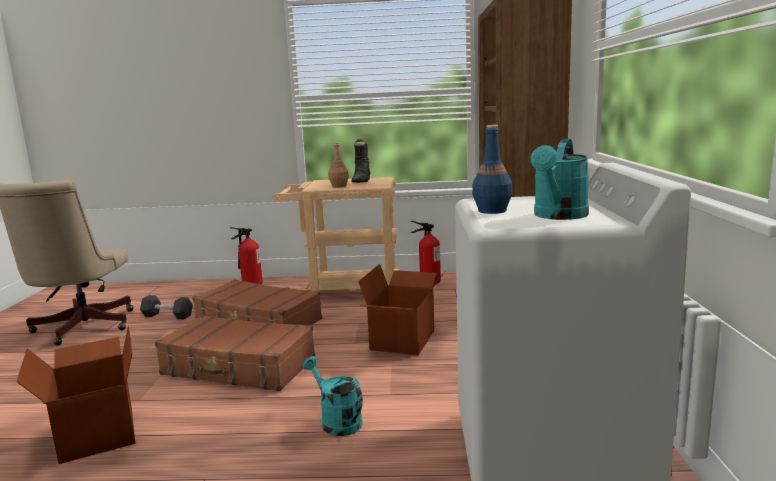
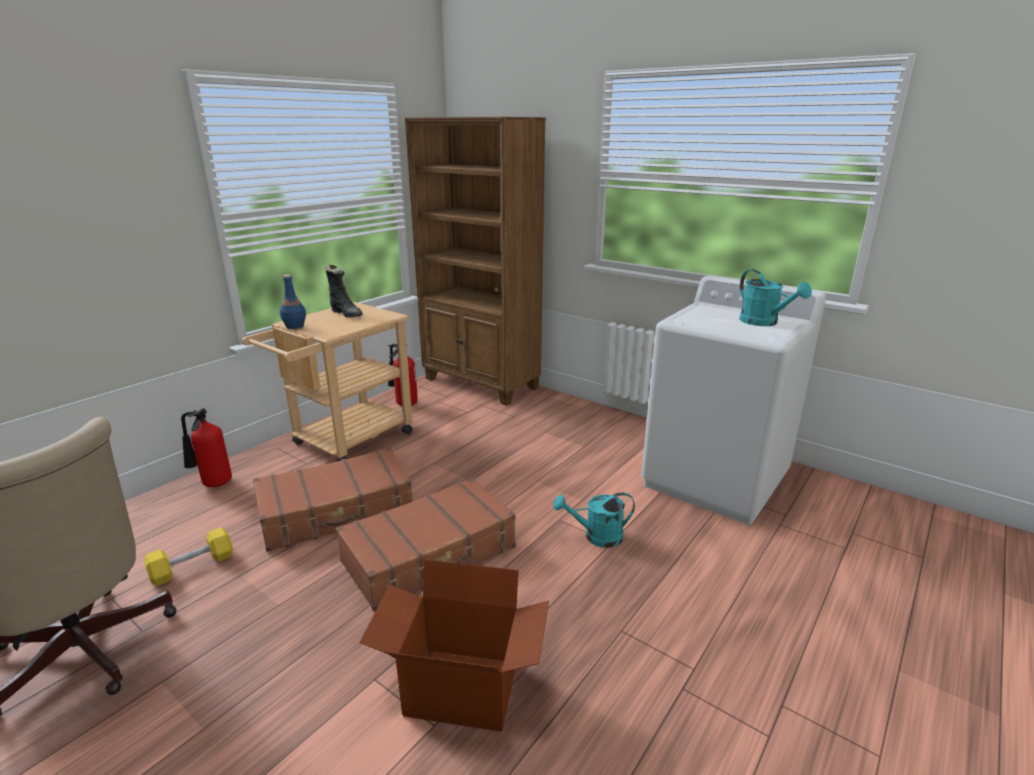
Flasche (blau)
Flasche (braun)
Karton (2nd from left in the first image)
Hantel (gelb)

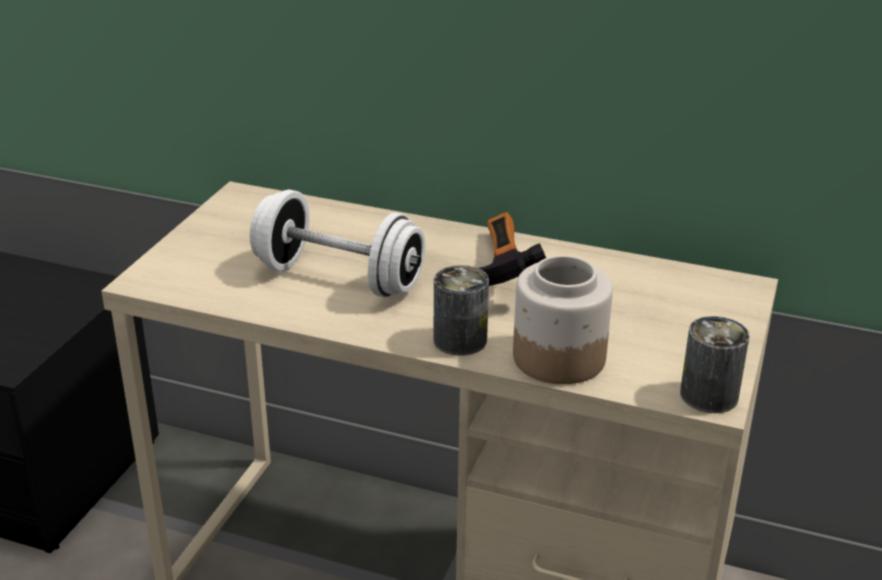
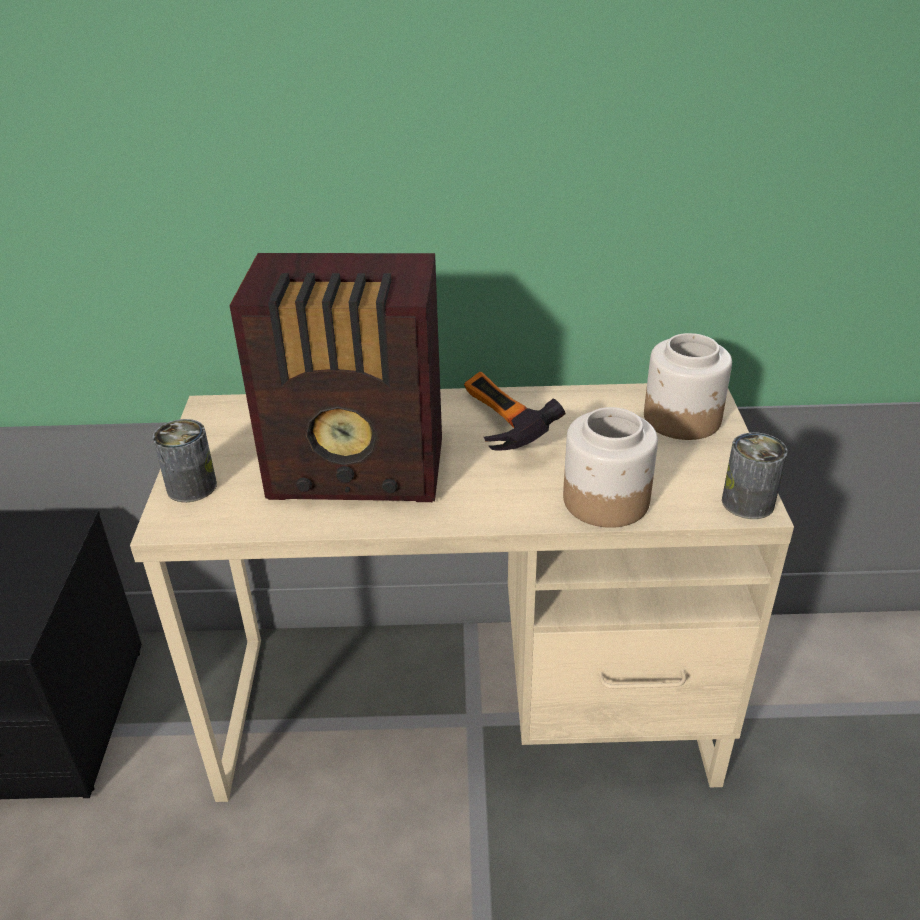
Radio
Dose (1st from left)
Vorratsglas (2nd from left)

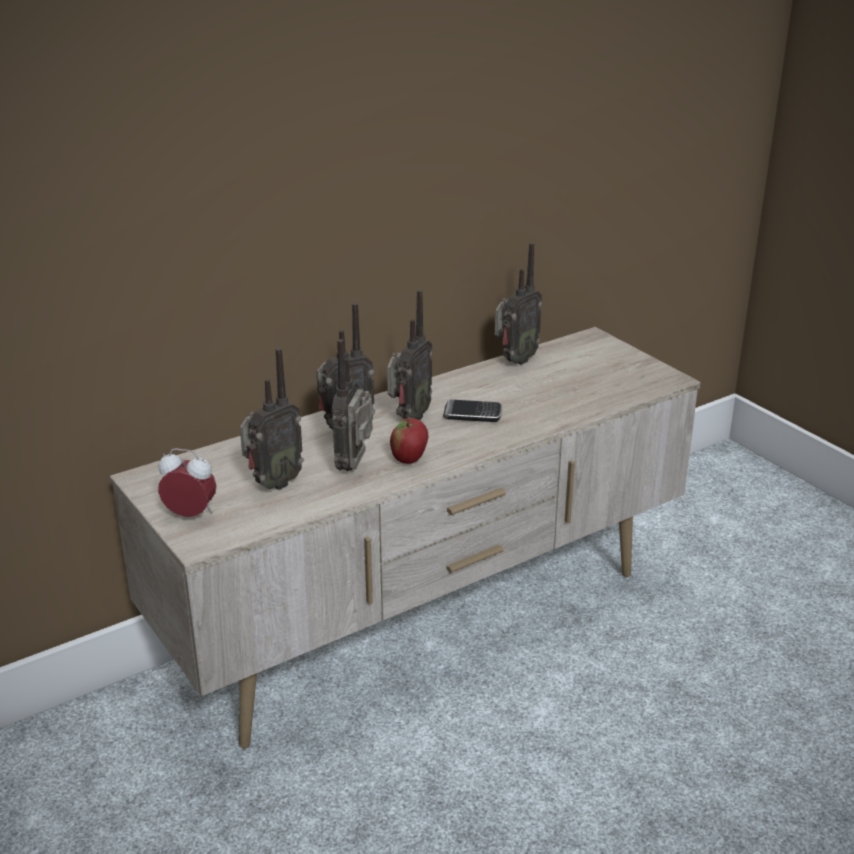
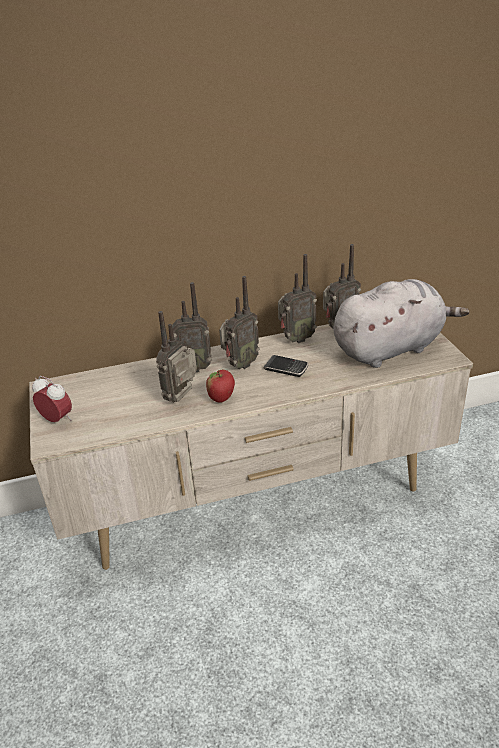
Radio (4th from left)
Plüschtier (grau)

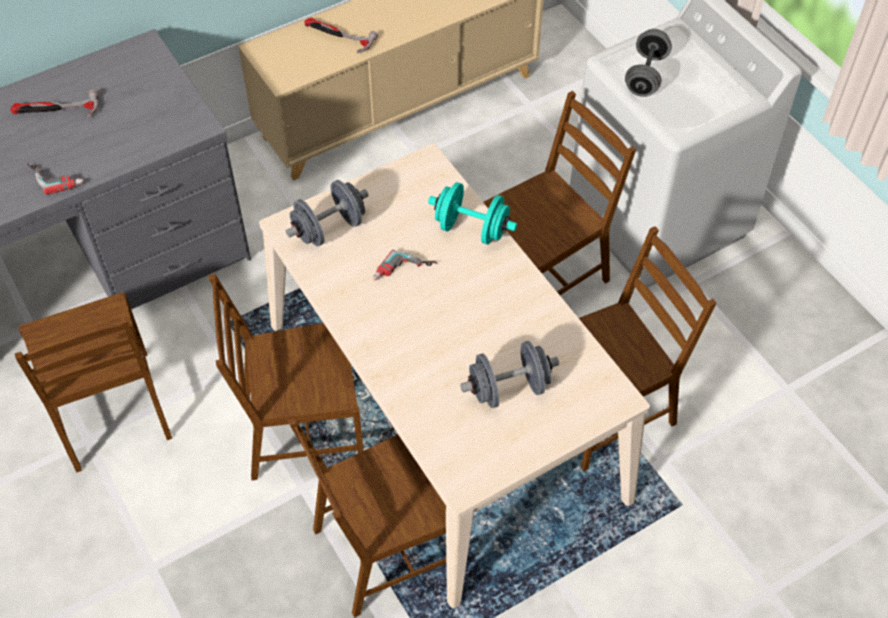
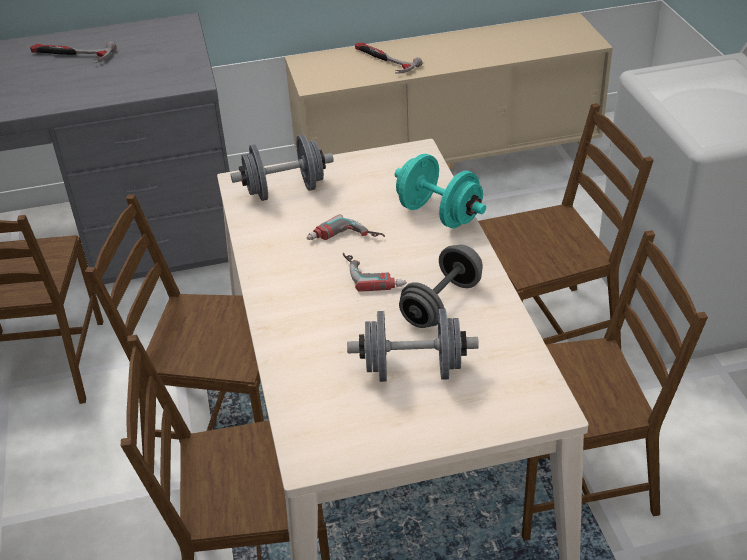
Hantel (grau) (3rd from left)
Bohrmaschine (2nd from left)

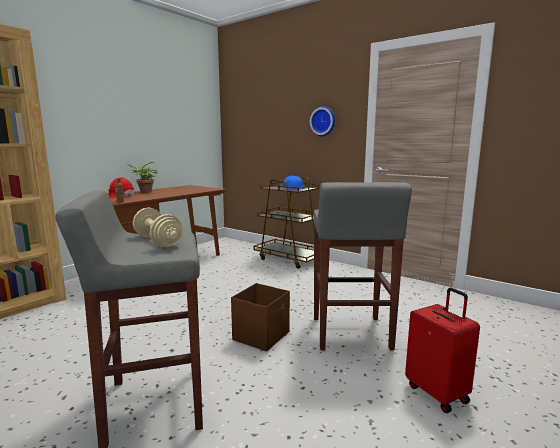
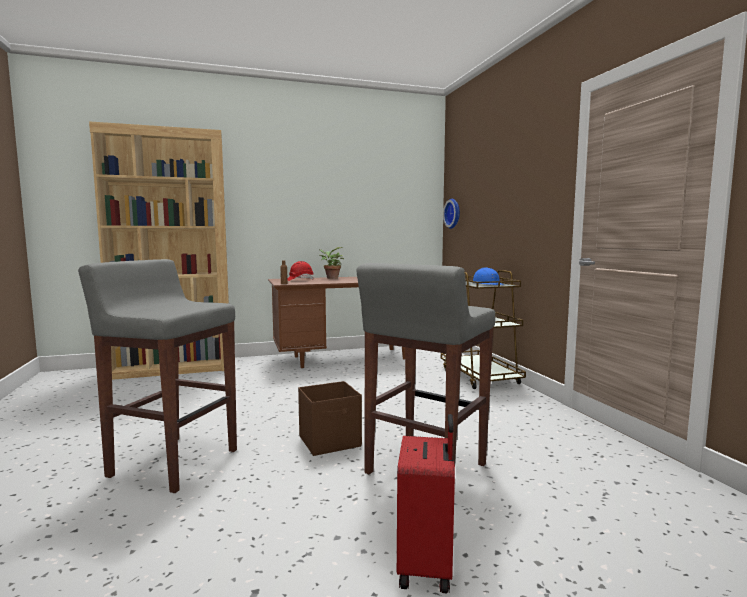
Wanduhr
Hantel (beige)

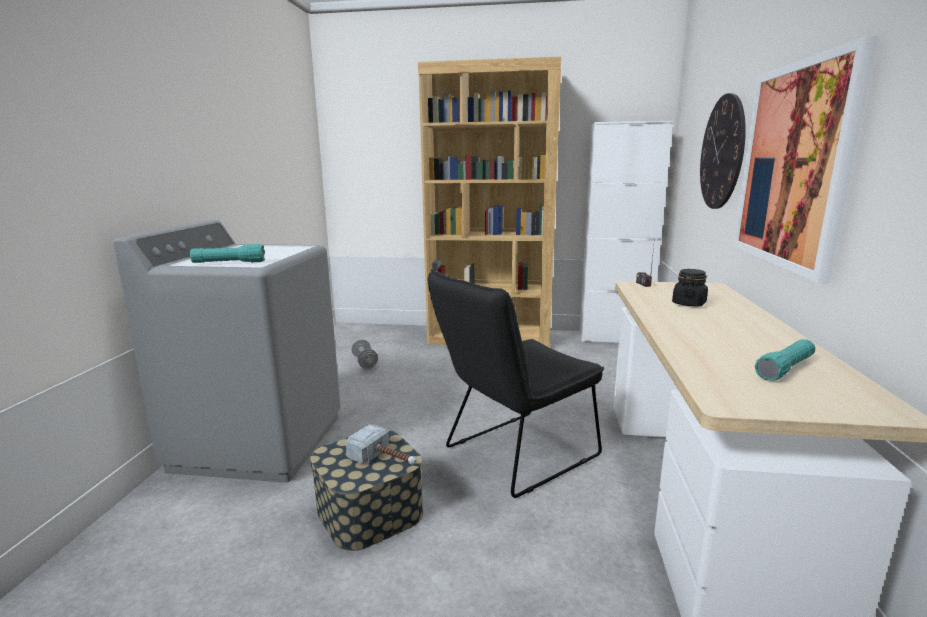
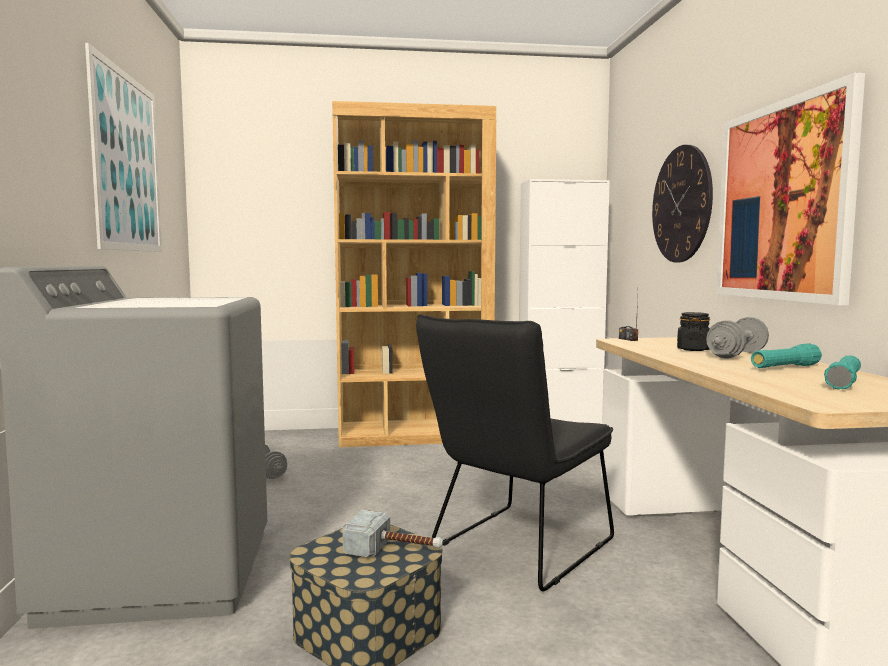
Taschenlampe (türkis) (1st from left)
Bild (1st from left)
Hantel (grau) (2nd from left)

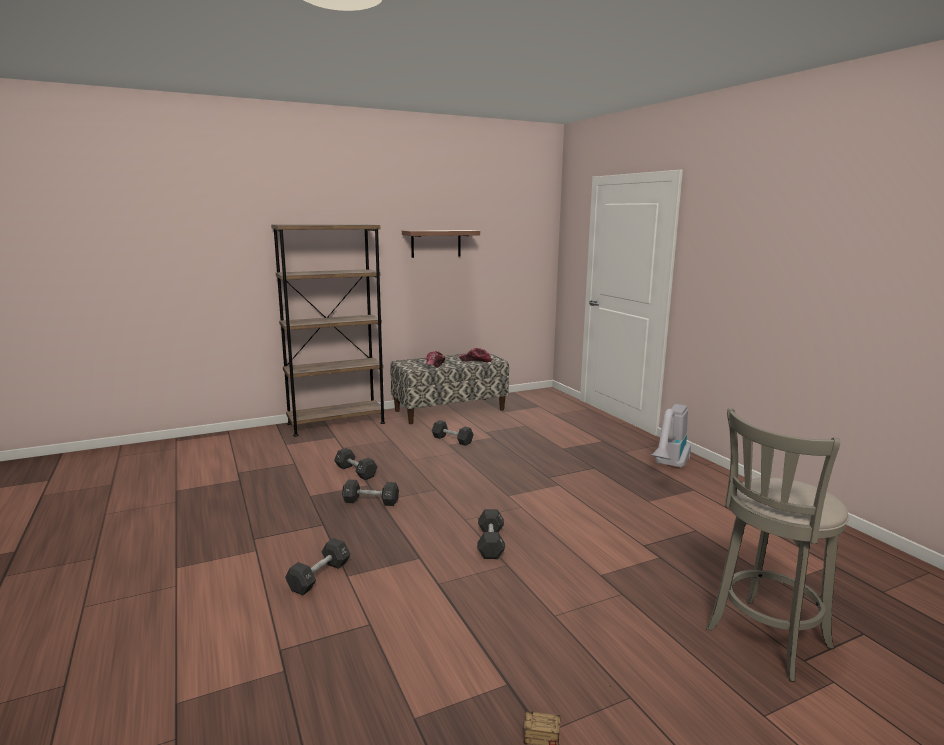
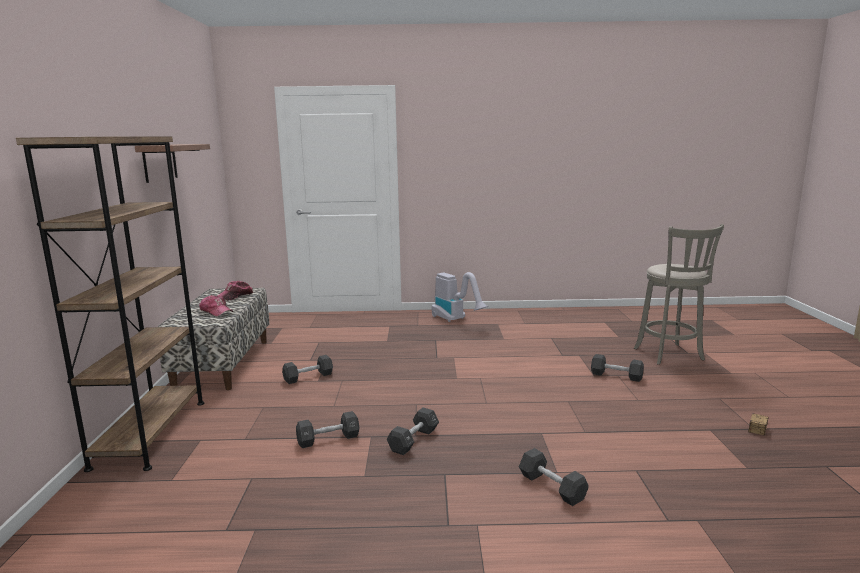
Hantel (schwarz) (5th from left)

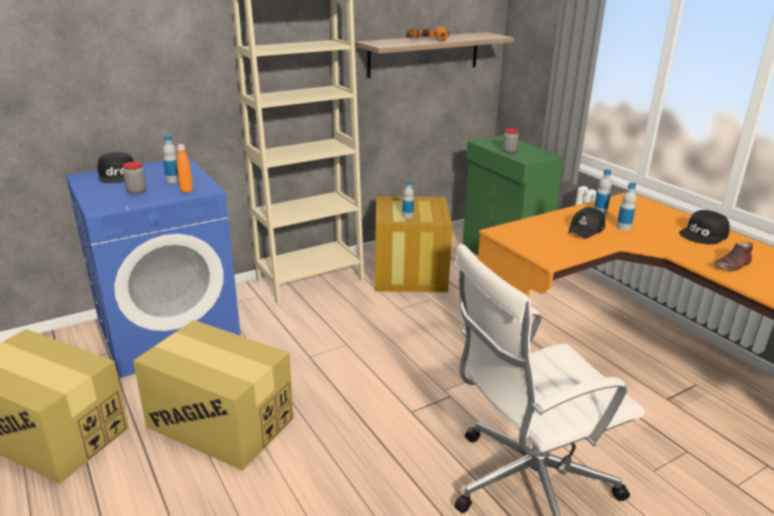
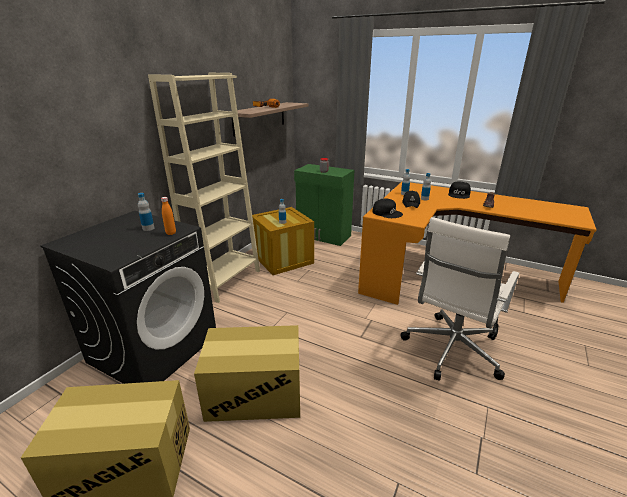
Kappe (schwarz) (1st from left)
Waschmaschine (schwarz)
Vorratsglas (1st from left in the first image)

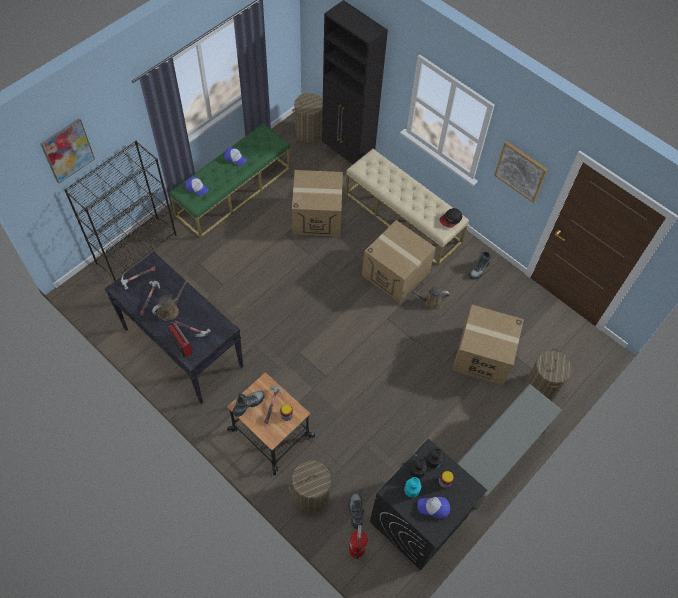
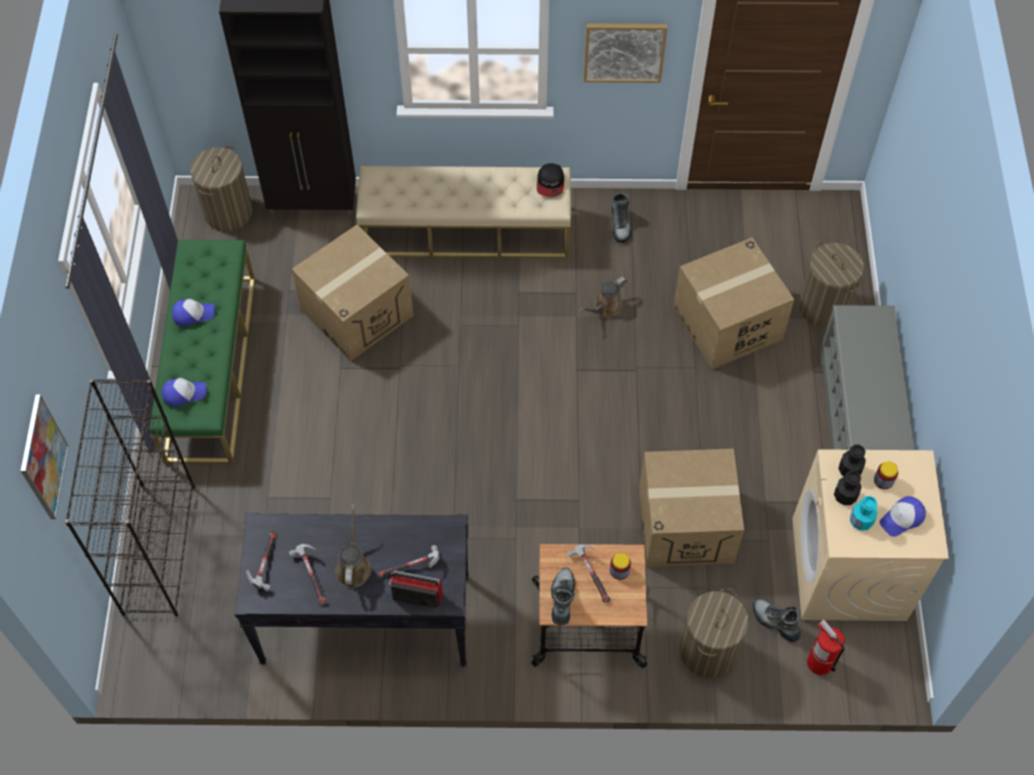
Karton (2nd from left)
Waschmaschine (beige)

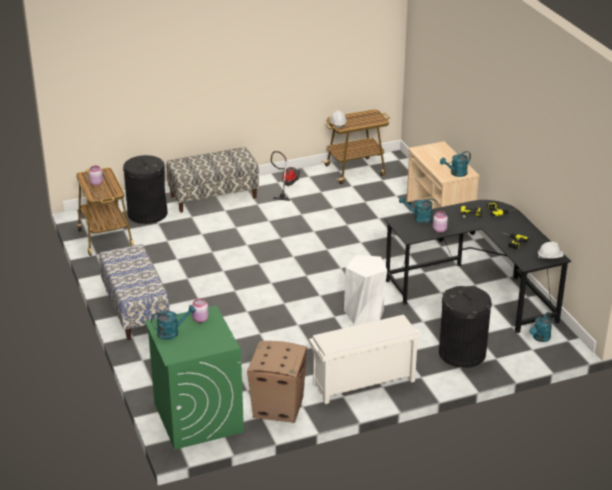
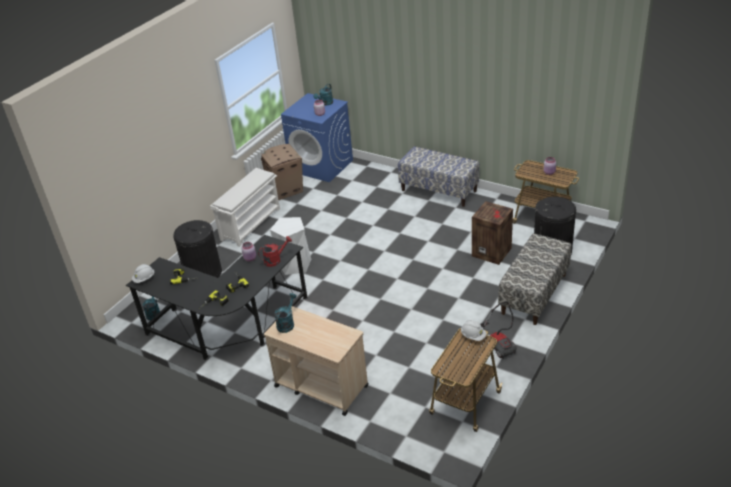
Gießkanne (rot)
Waschmaschine (blau)
Kiste

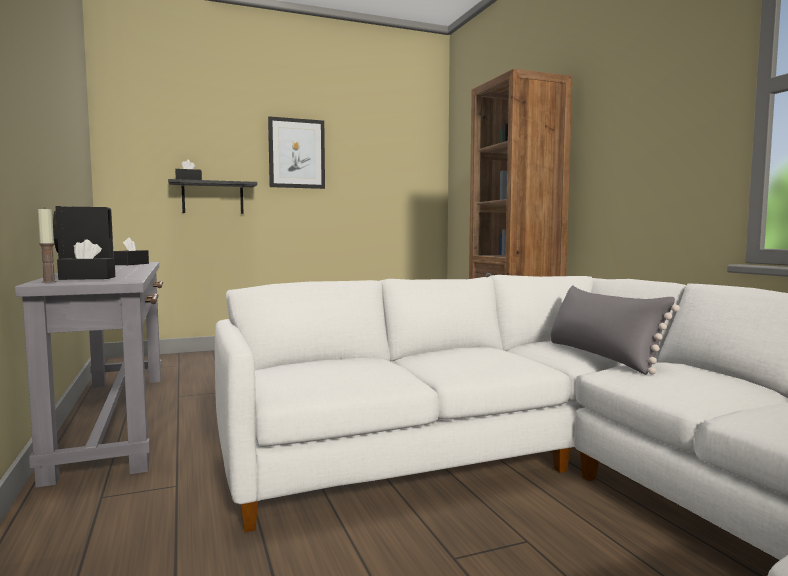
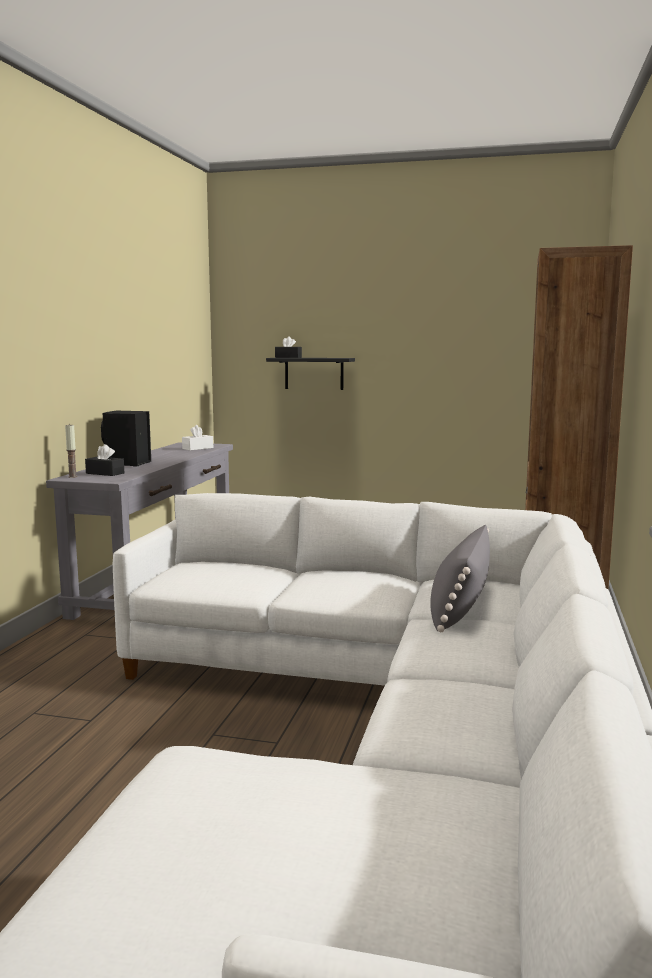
Bild
Taschentuchbox (weiß)

